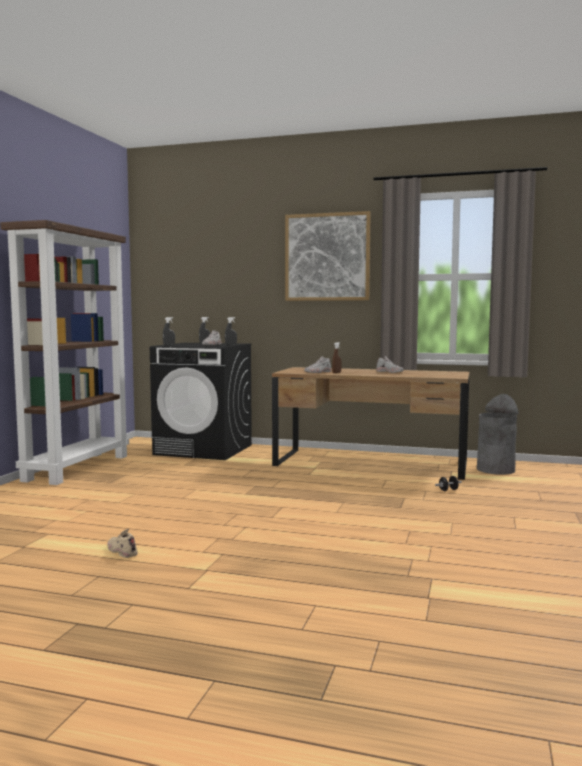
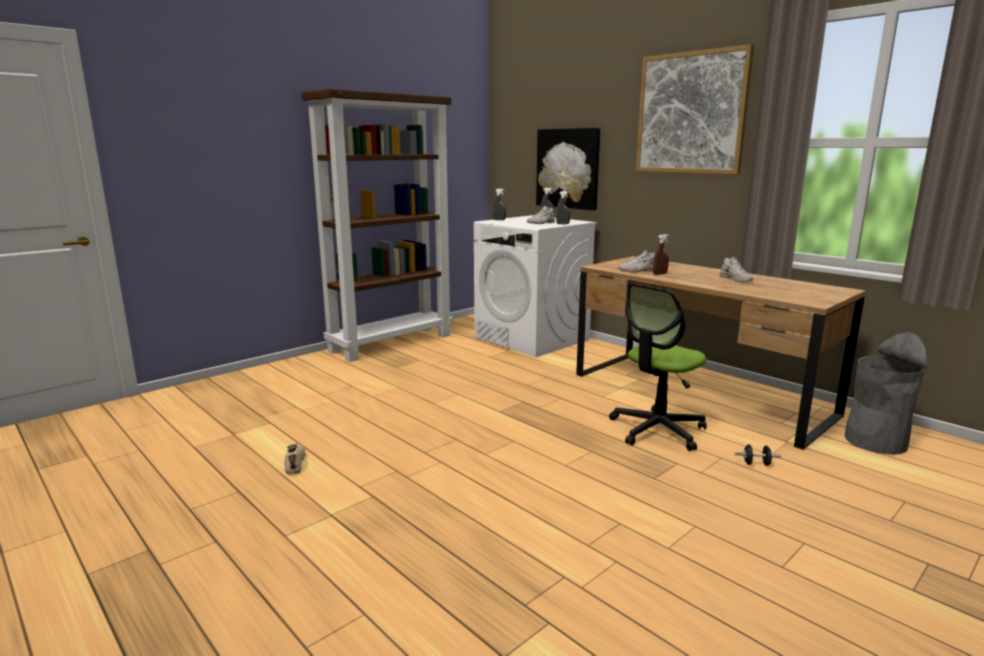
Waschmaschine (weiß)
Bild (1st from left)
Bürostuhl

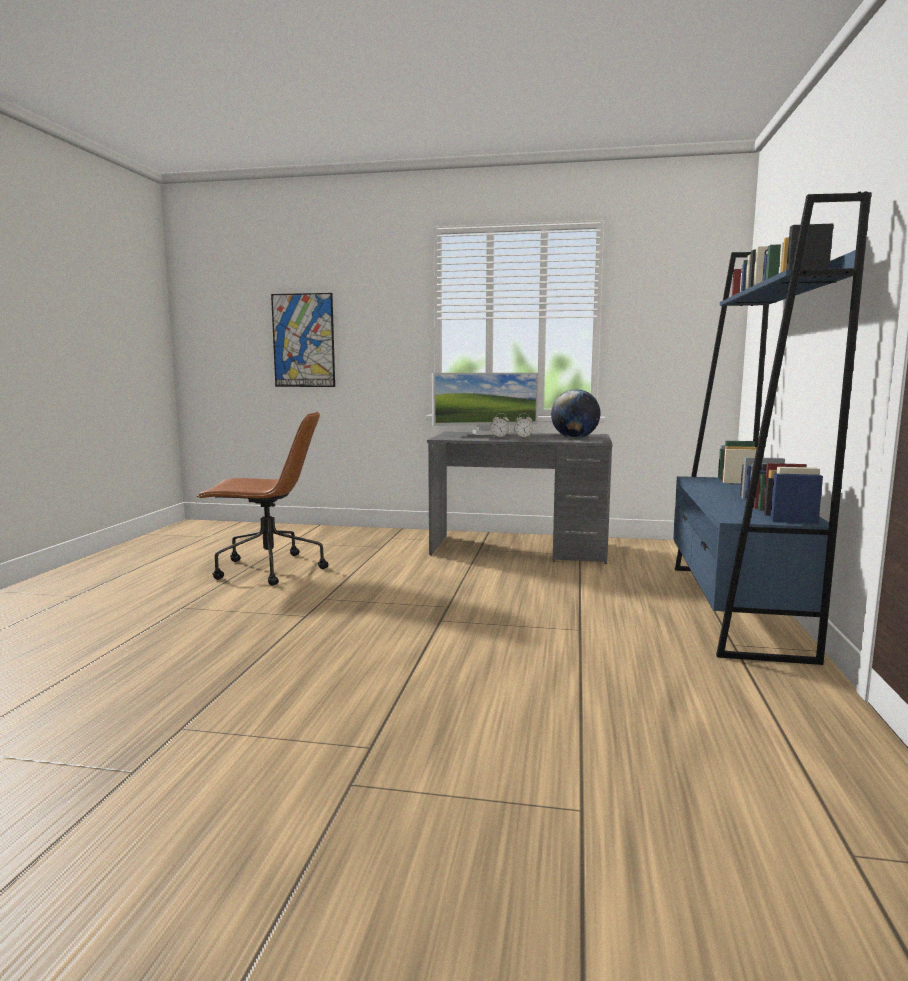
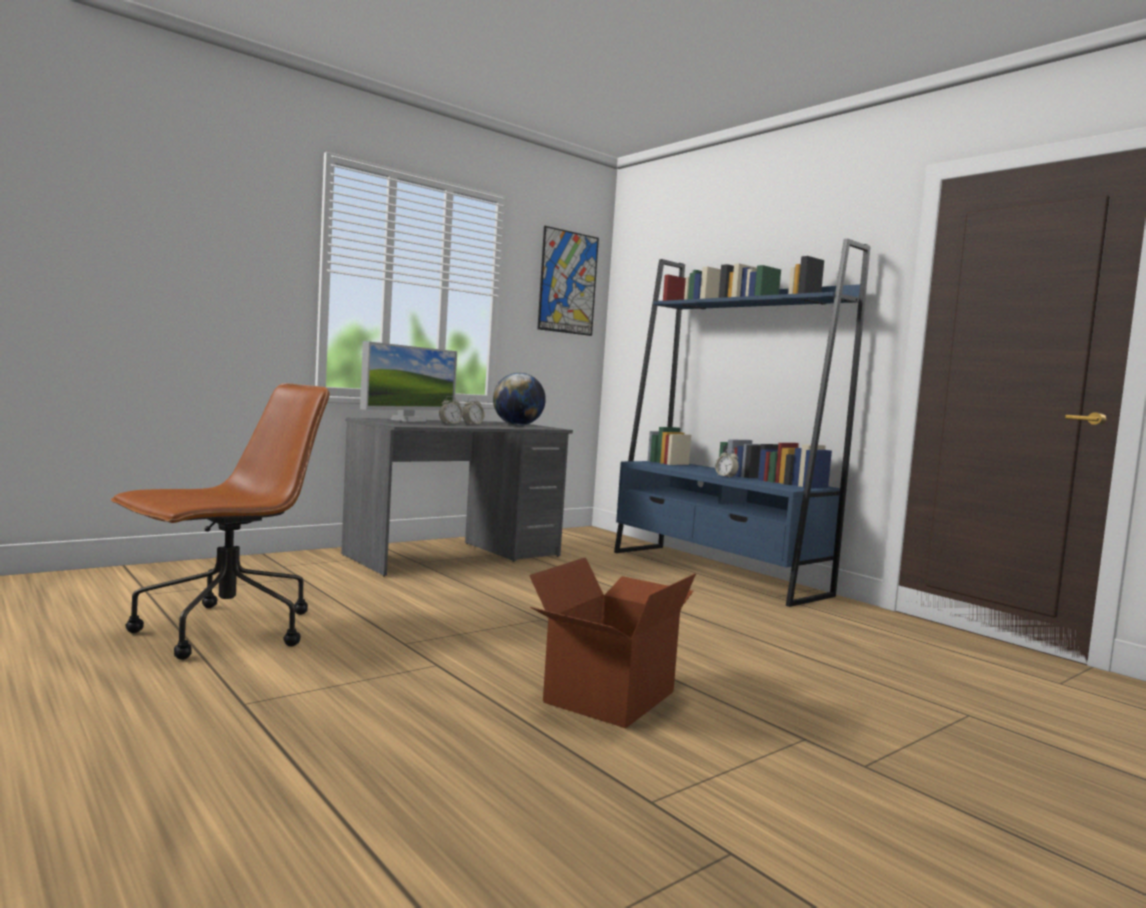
Bild
Wecker (3rd from left)
Karton

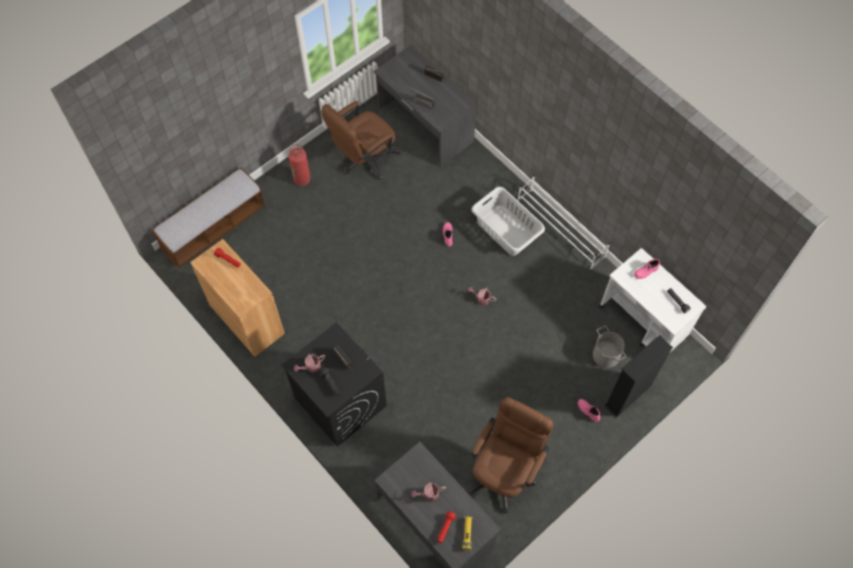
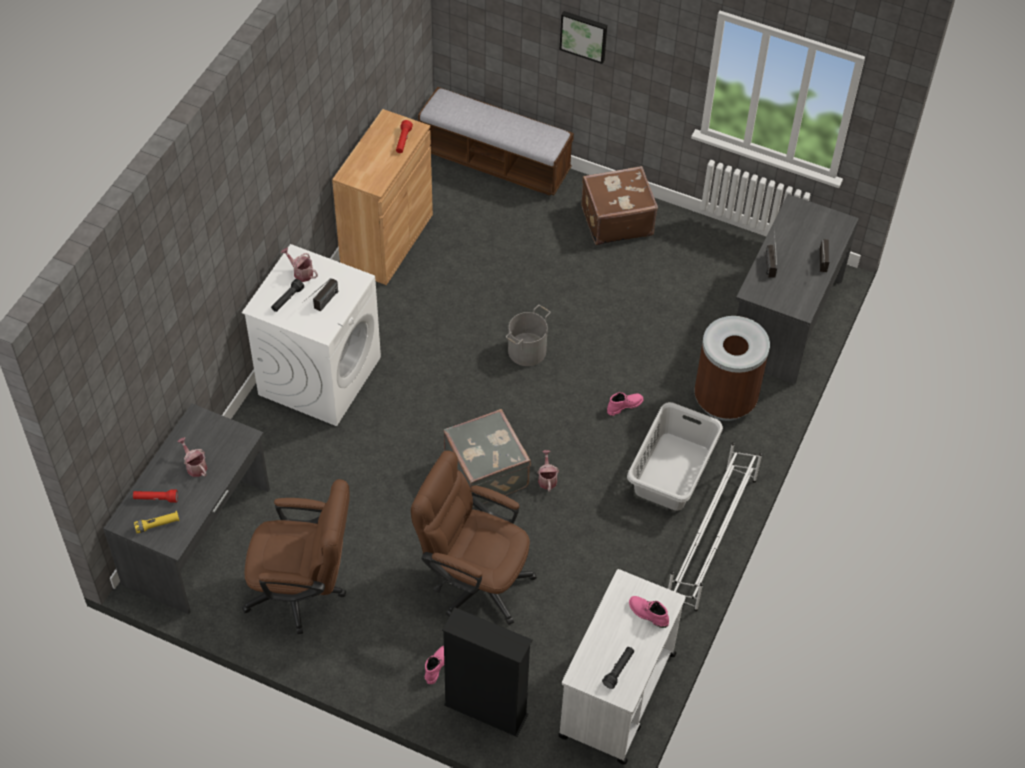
Bürostuhl (braun) (2nd from left)
Koffer (braun)
Waschmaschine (weiß)
Eimer (grau)
Bild
Mülleimer (braun)
Koffer (grau)

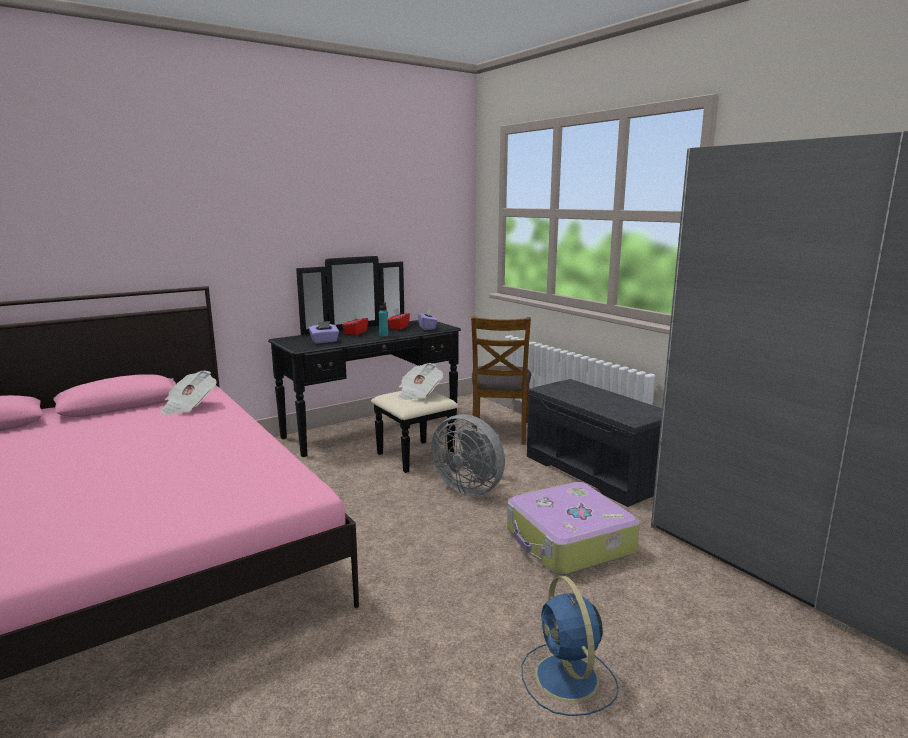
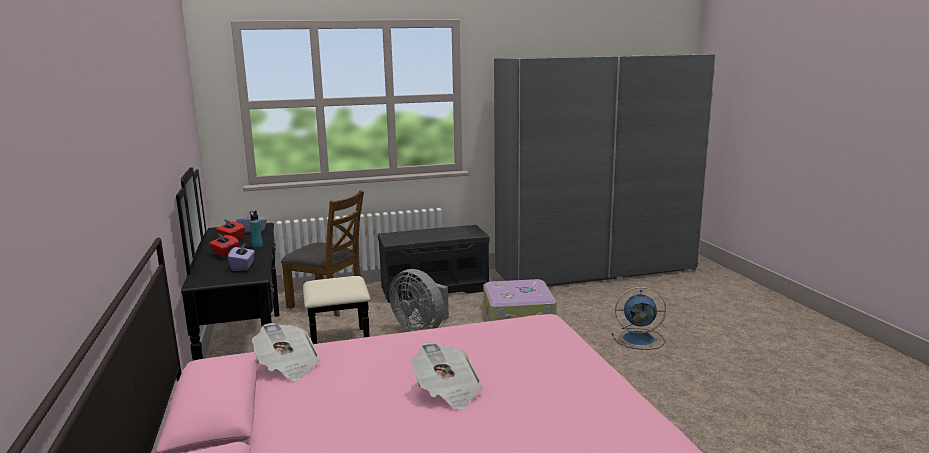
Zeitung (2nd from left)
Ventilator (grau)

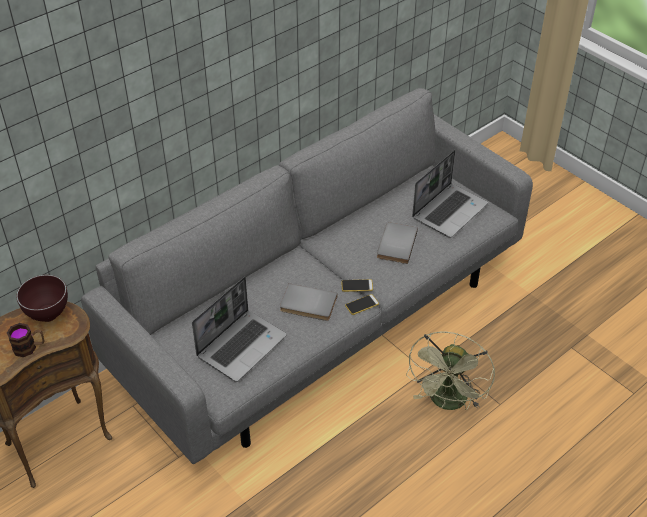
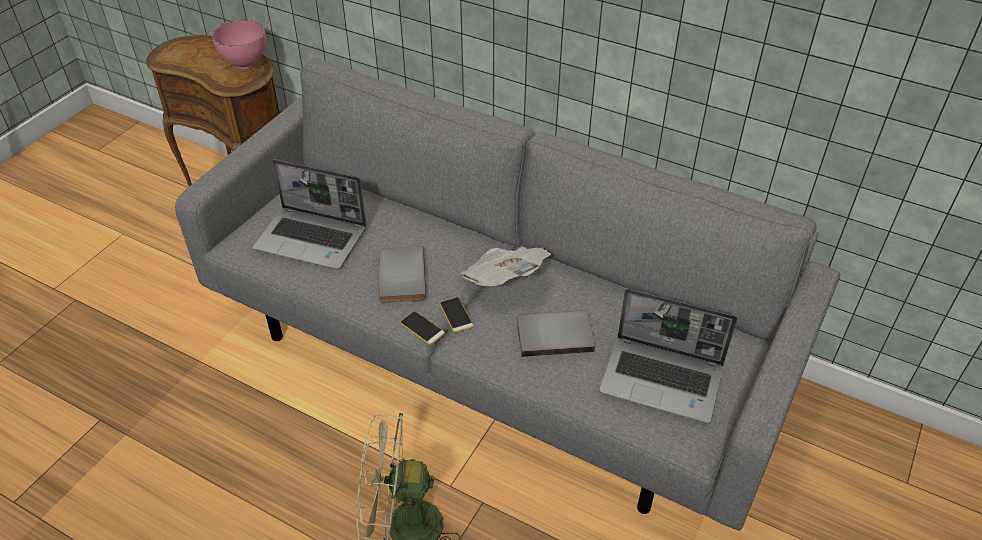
Schüssel (rosa)
Henkelbecher
Zeitung

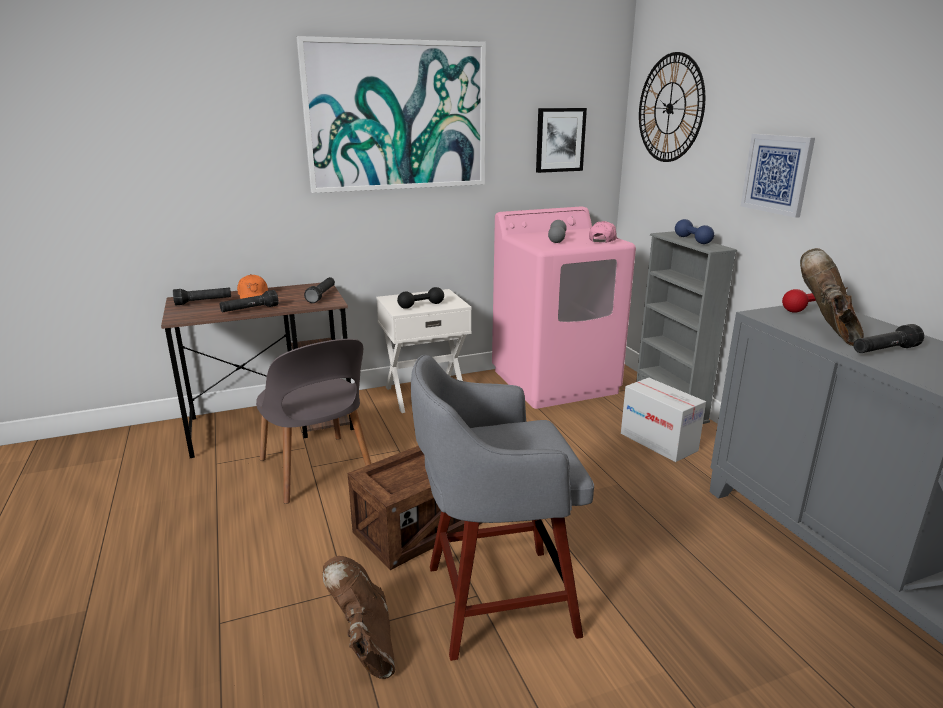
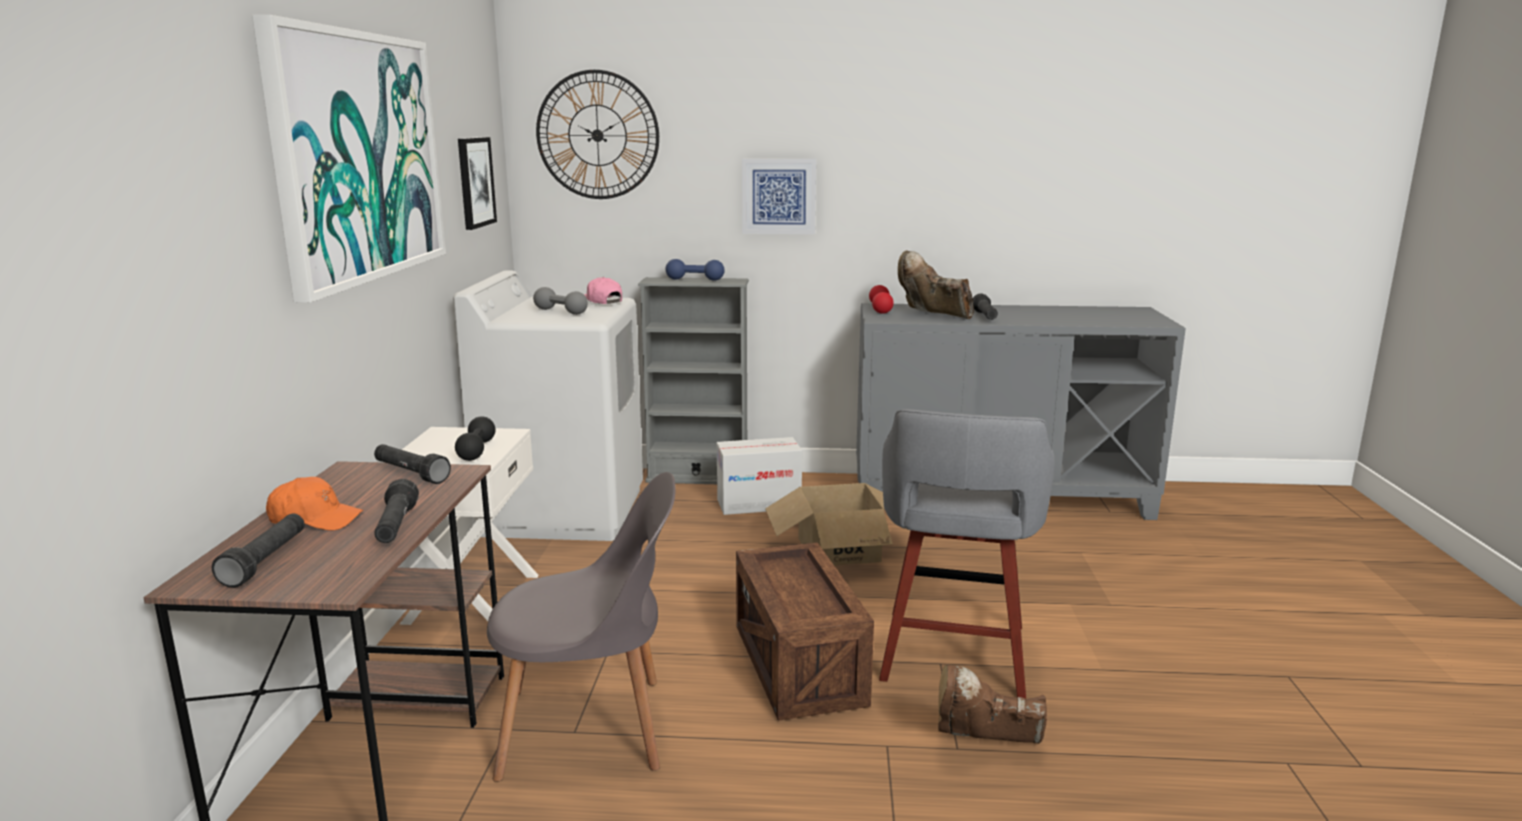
Waschmaschine (weiß)
Karton (2nd from left)

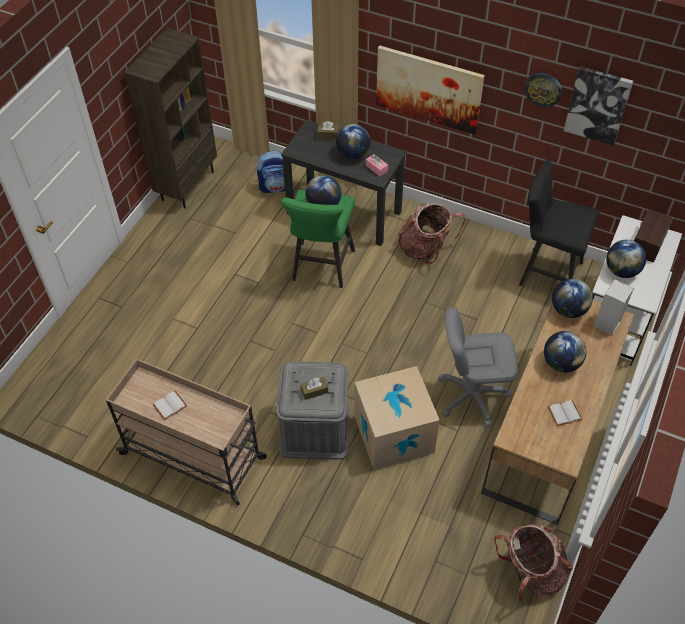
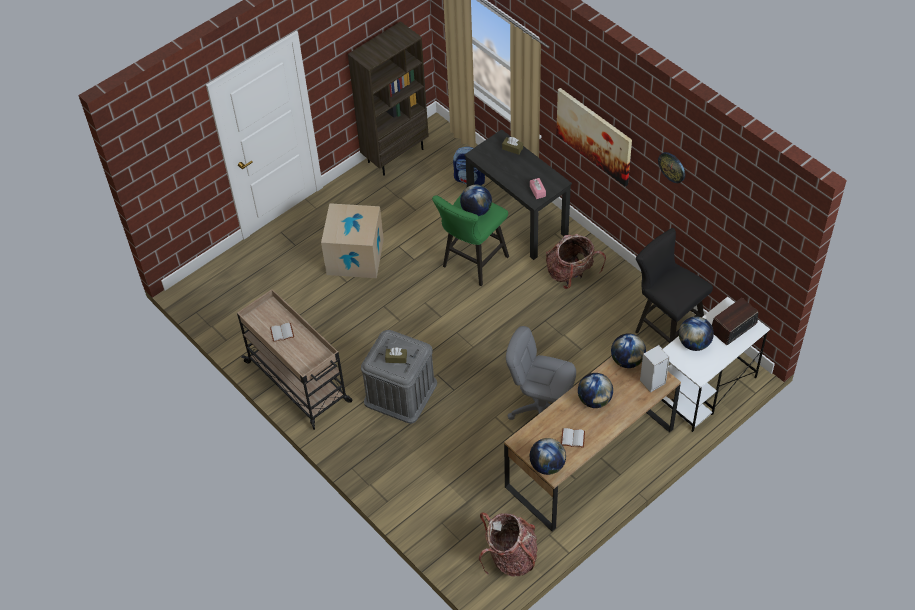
Bild (2nd from left in the first image)
Globus (2nd from left)
Karton

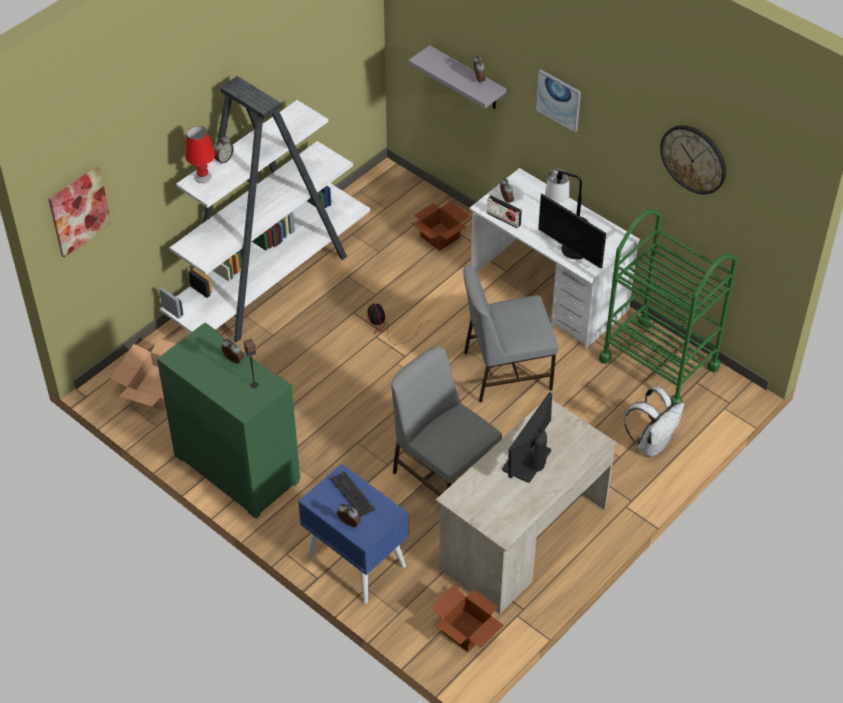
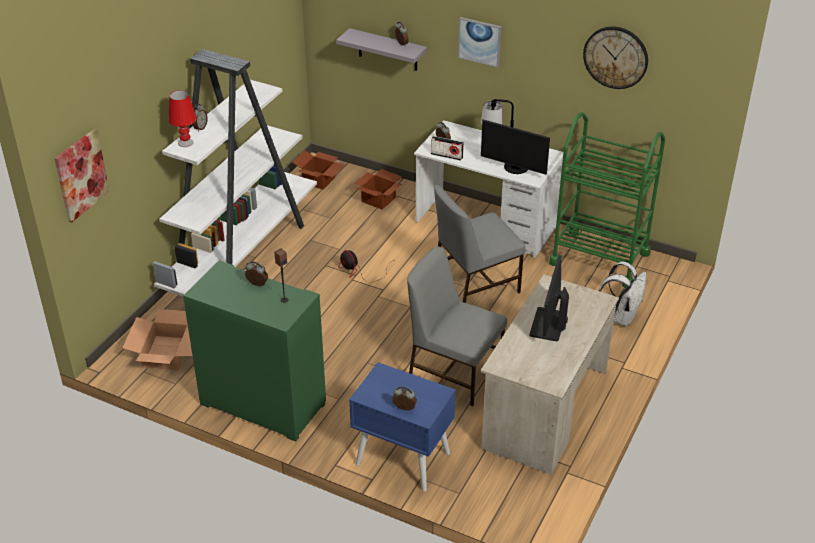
Tastatur
Karton (2nd from left)

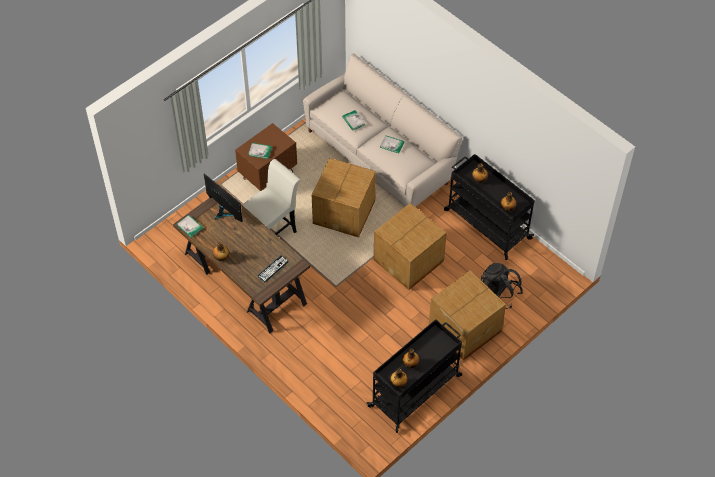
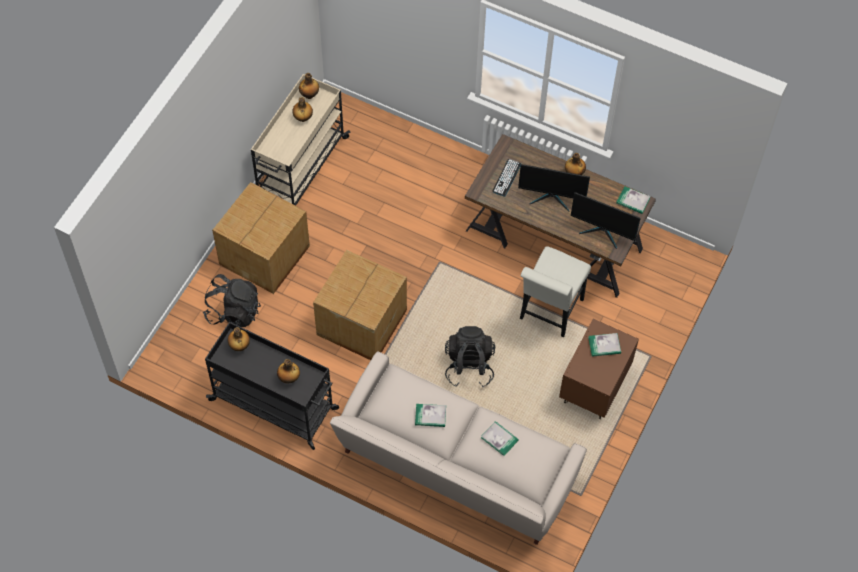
Rucksack (schwarz) (2nd from left)
Rollwagen (beige)
Monitor (1st from left)

